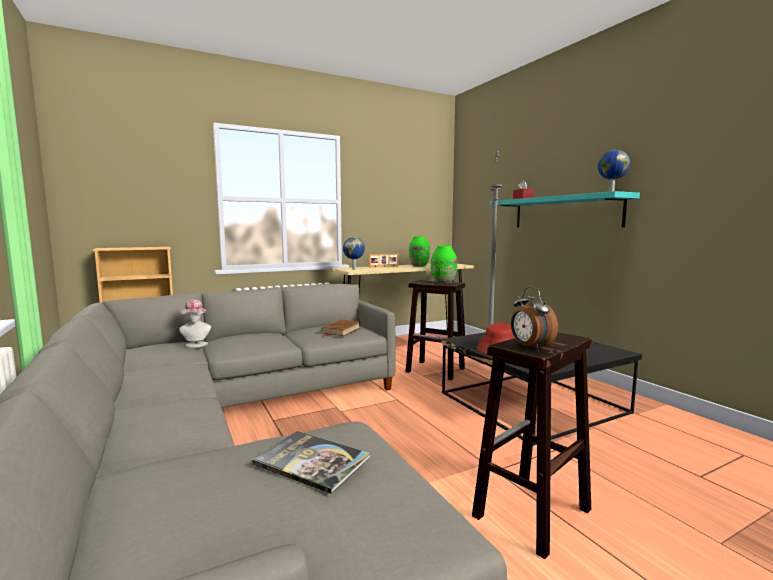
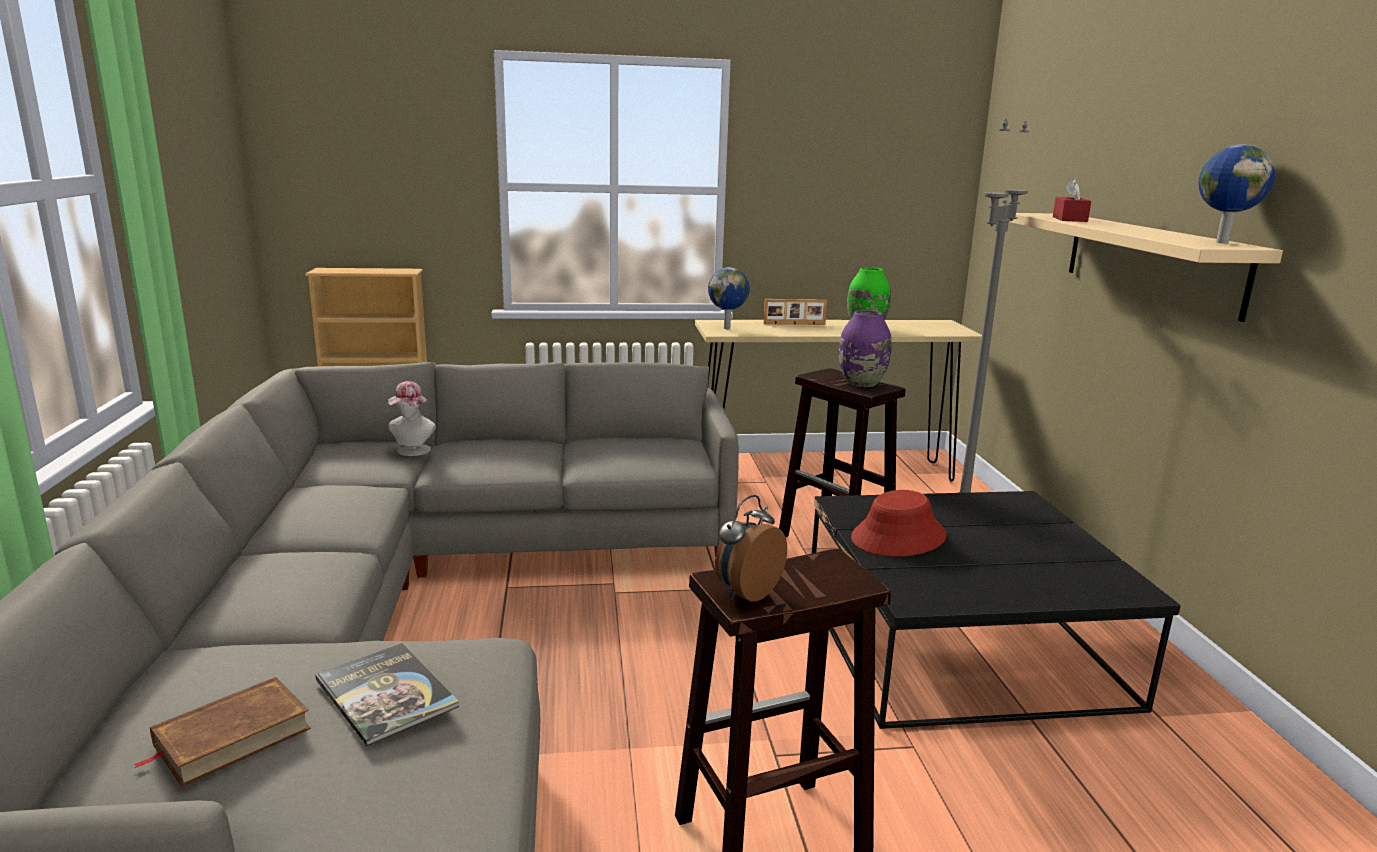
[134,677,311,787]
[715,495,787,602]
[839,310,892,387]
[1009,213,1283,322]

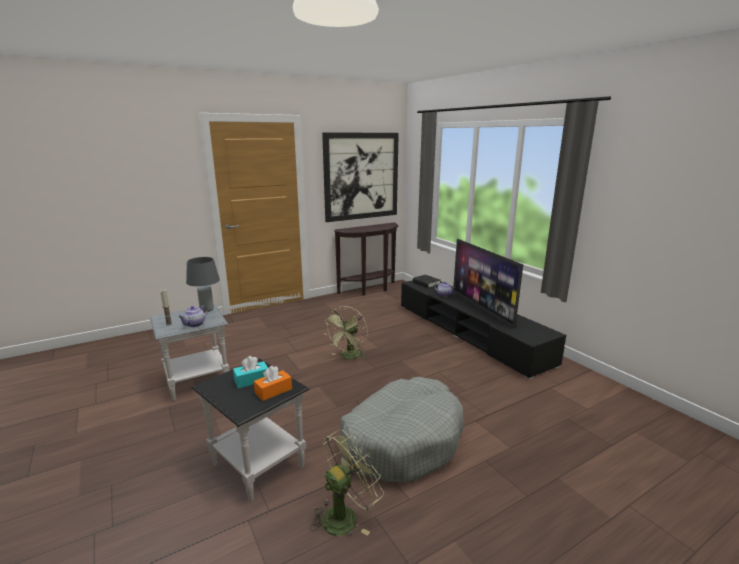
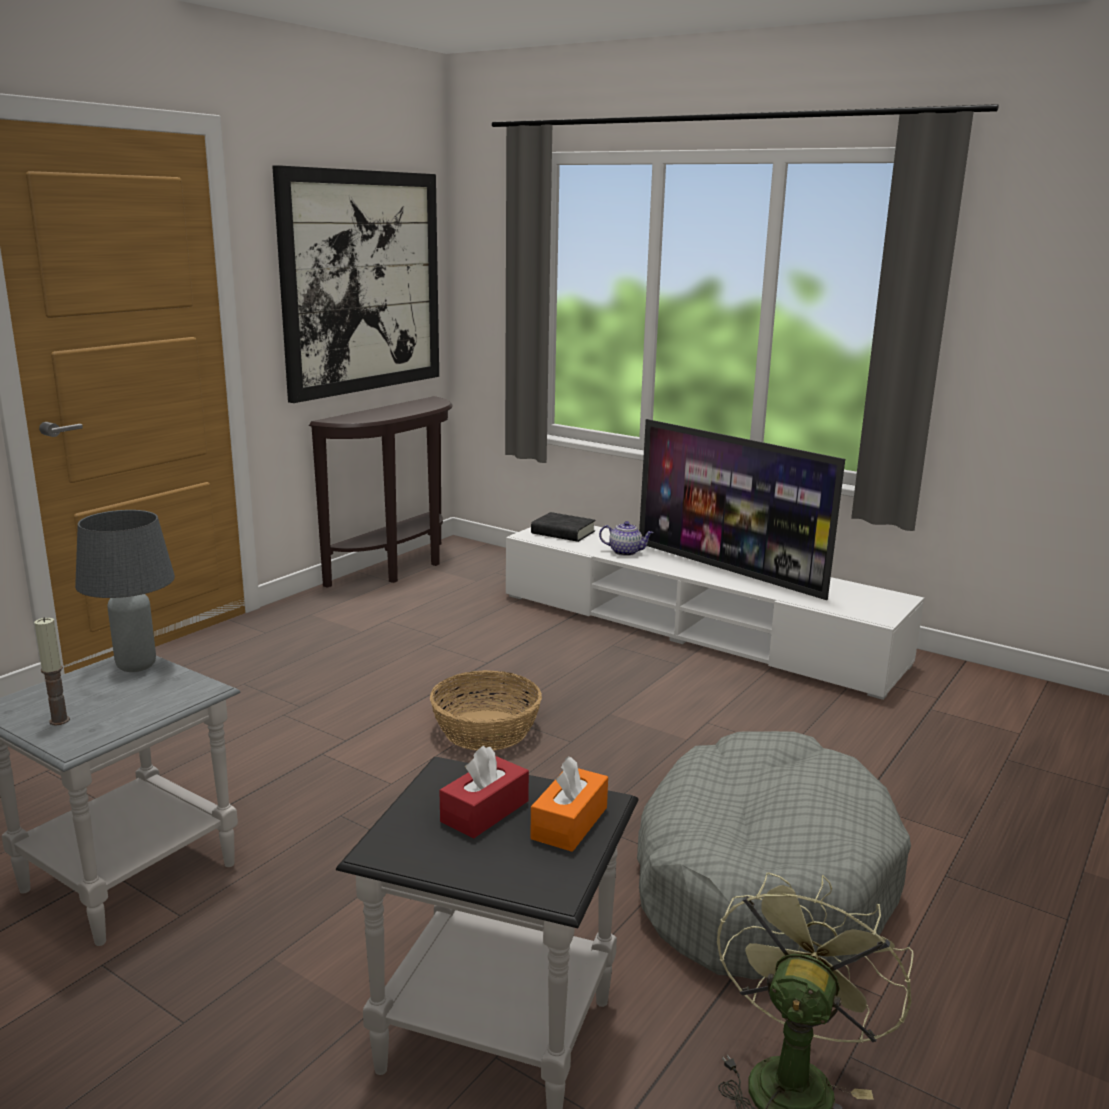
[430,670,542,751]
[439,745,529,839]
[506,526,924,700]
[178,305,208,327] (first image)

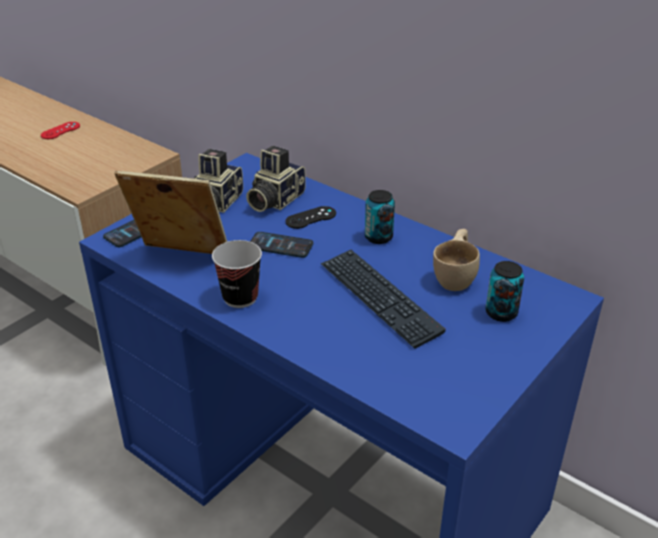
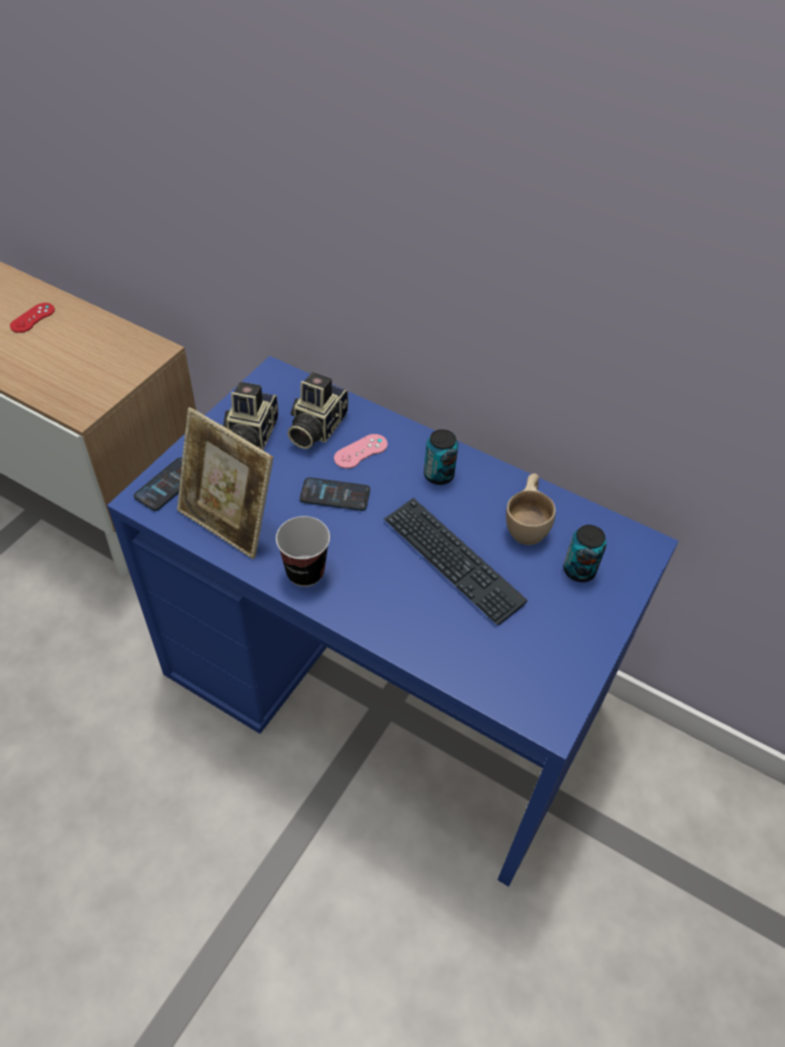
[177,407,273,559]
[334,434,388,469]

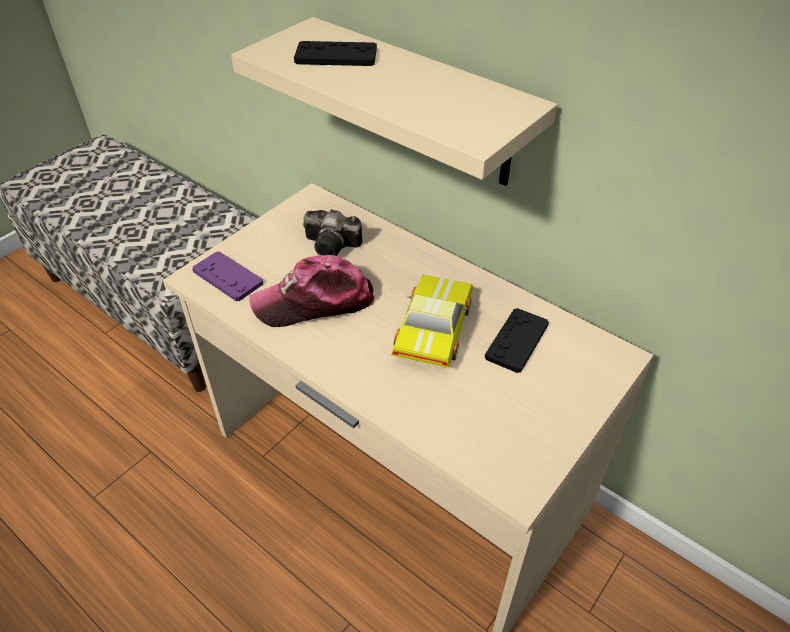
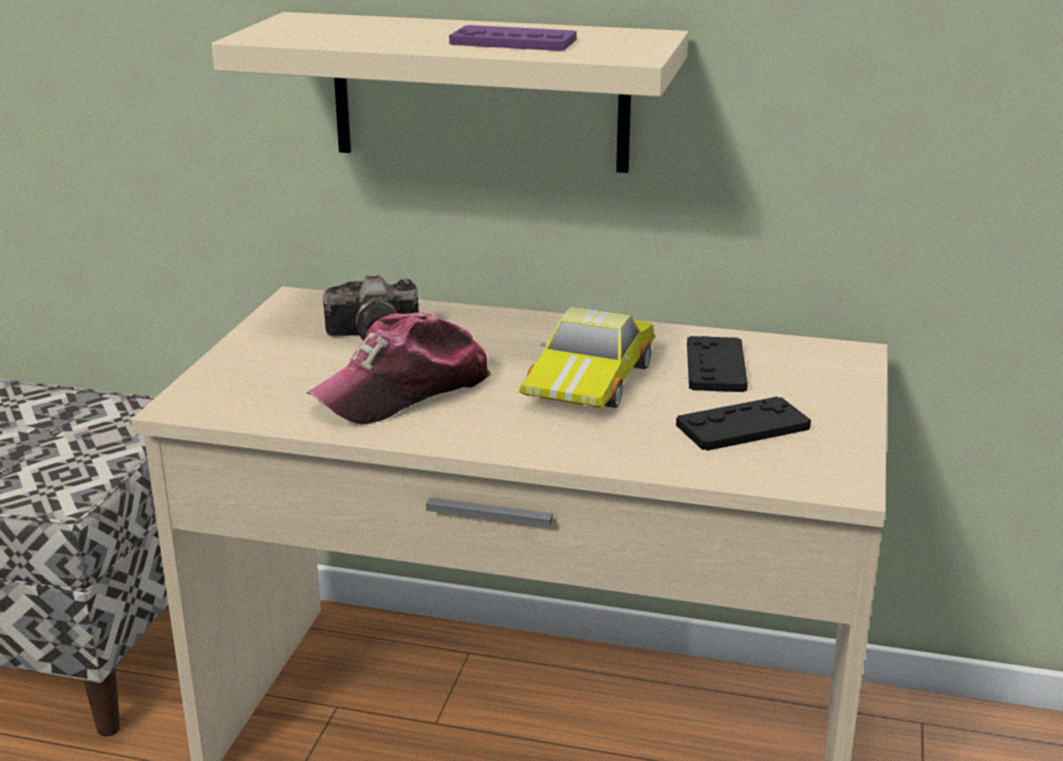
[449,25,577,51]
[519,307,655,408]
[676,396,811,451]

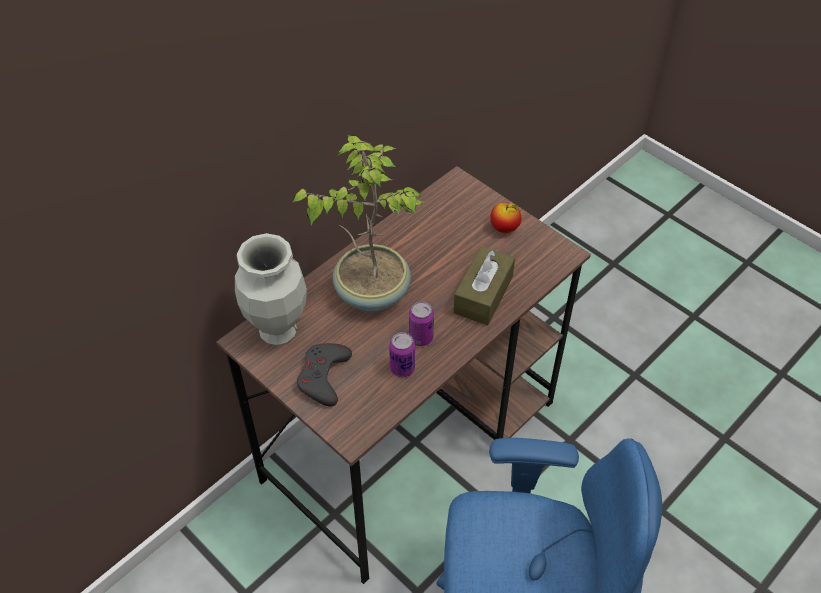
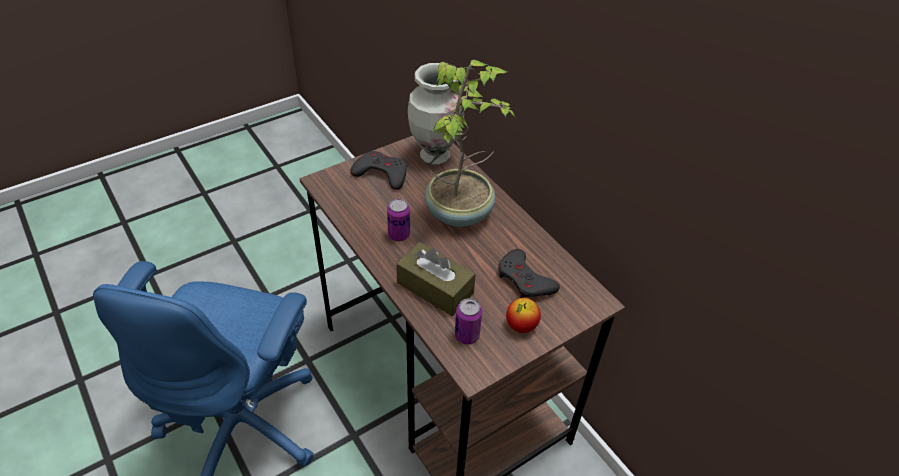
[455,298,482,345]
[498,249,560,298]

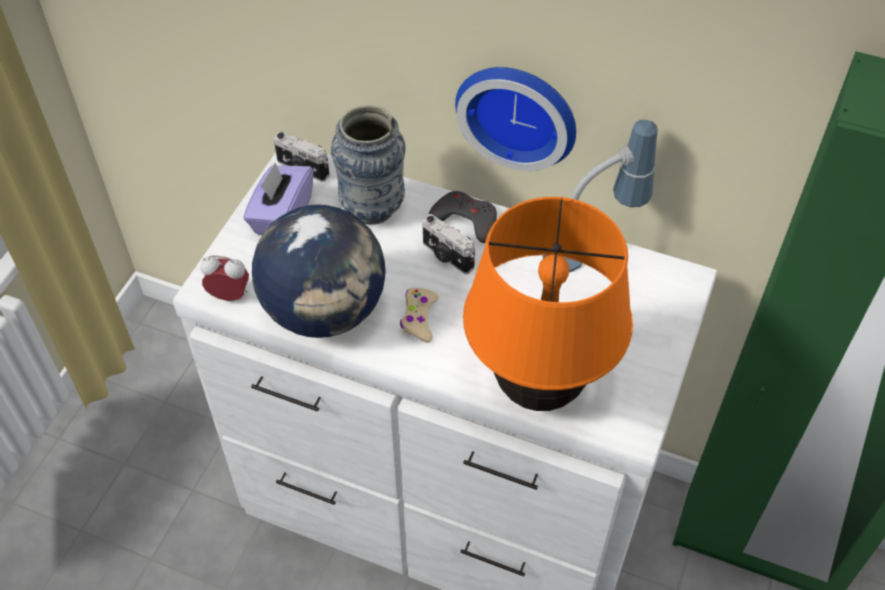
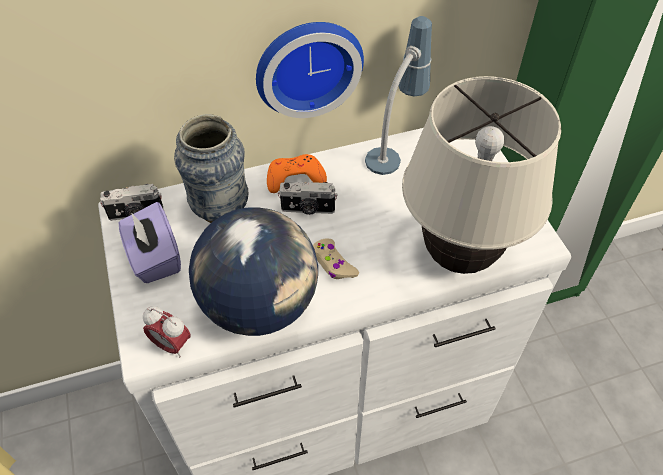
[143,306,191,357]
[267,154,327,193]
[402,76,561,274]

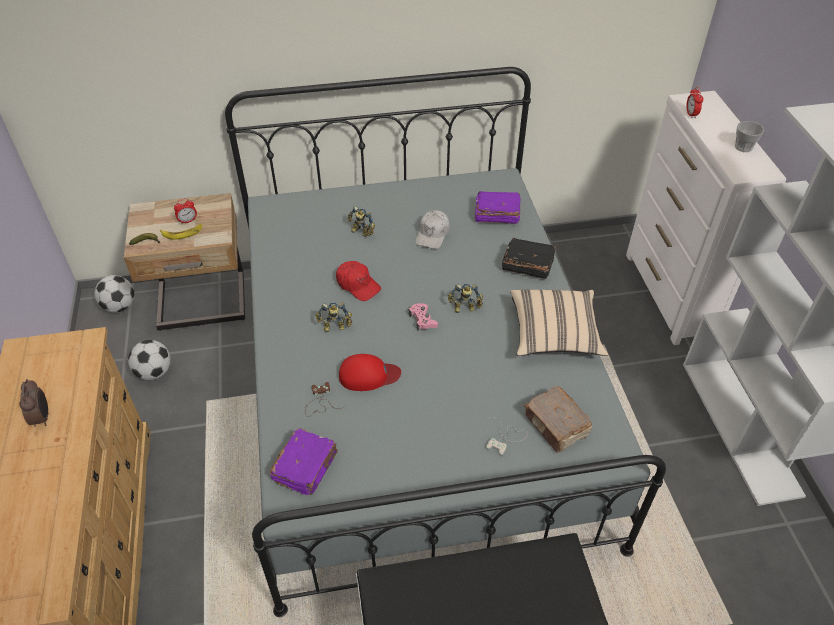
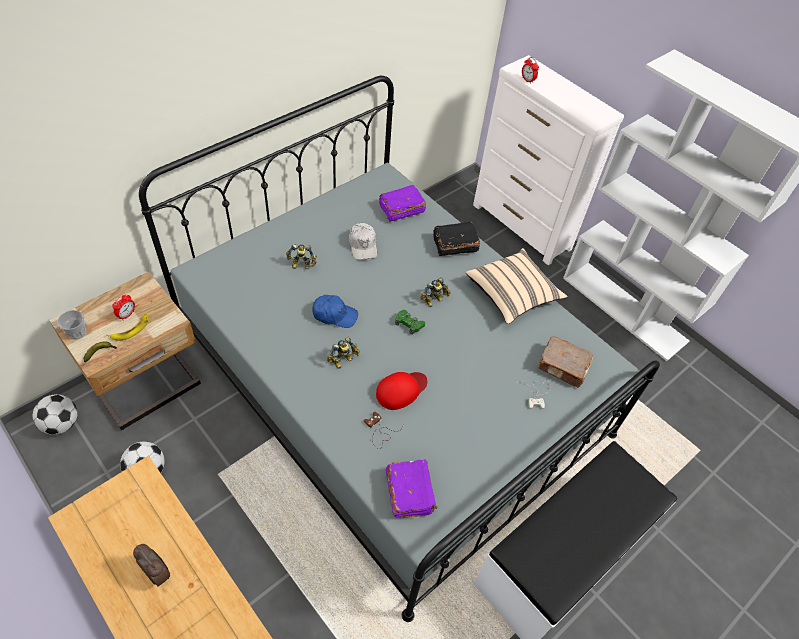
[57,310,86,340]
[312,295,358,328]
[395,310,425,335]

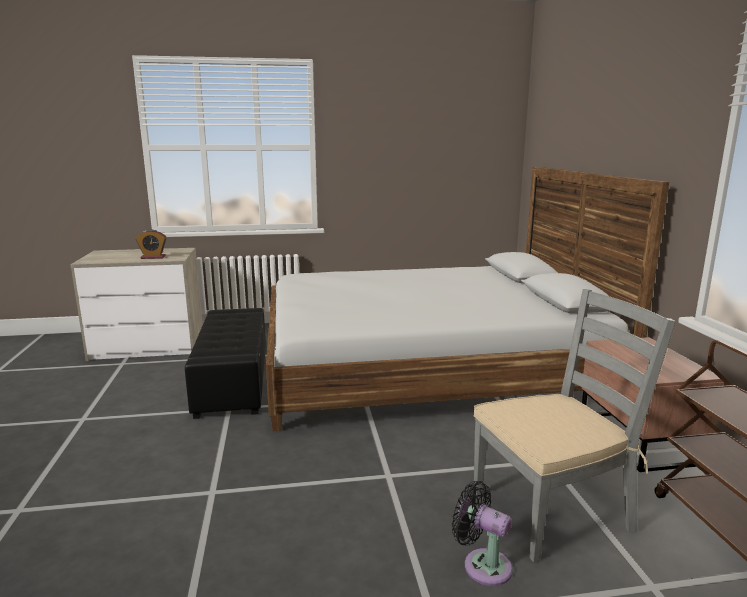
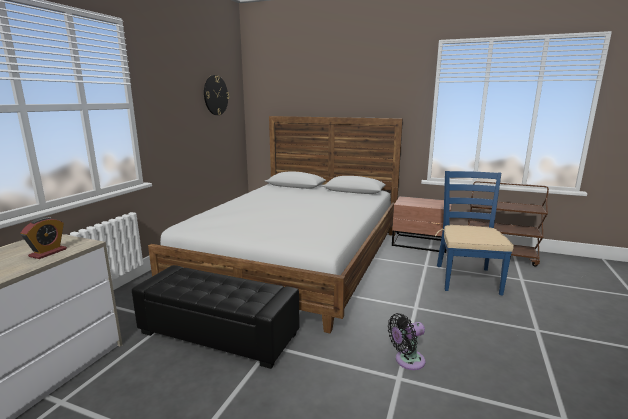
[204,75,229,115]
[388,313,425,370]
[435,171,514,296]

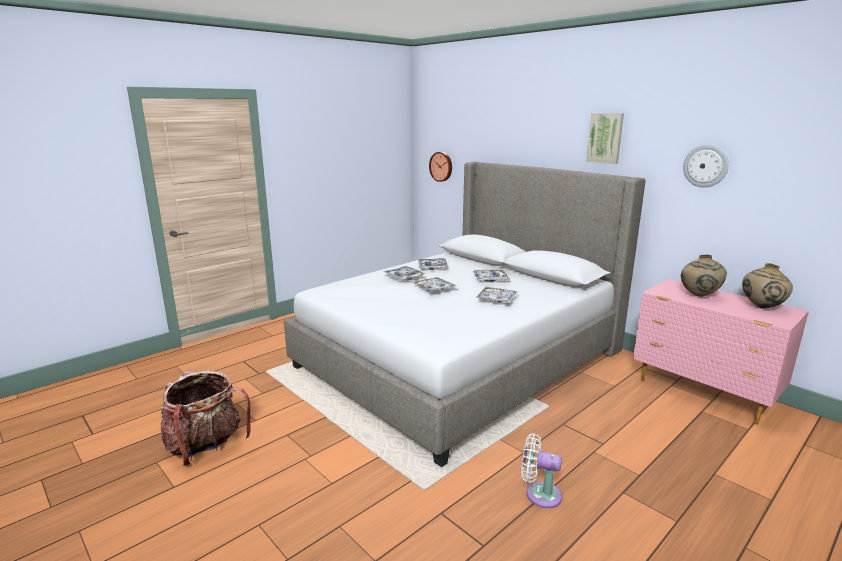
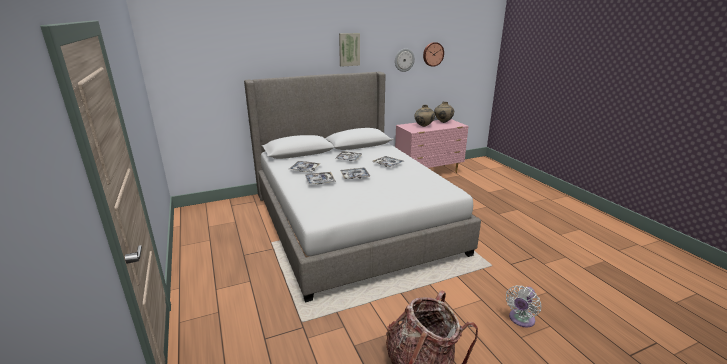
[423,42,444,67]
[506,285,541,327]

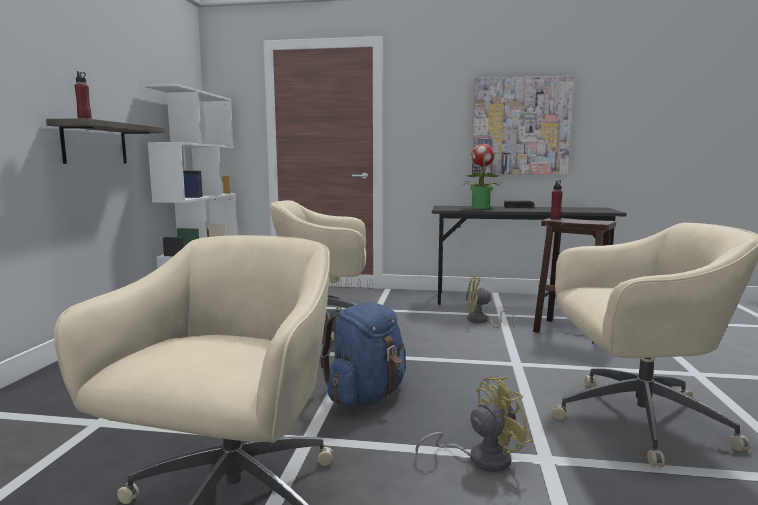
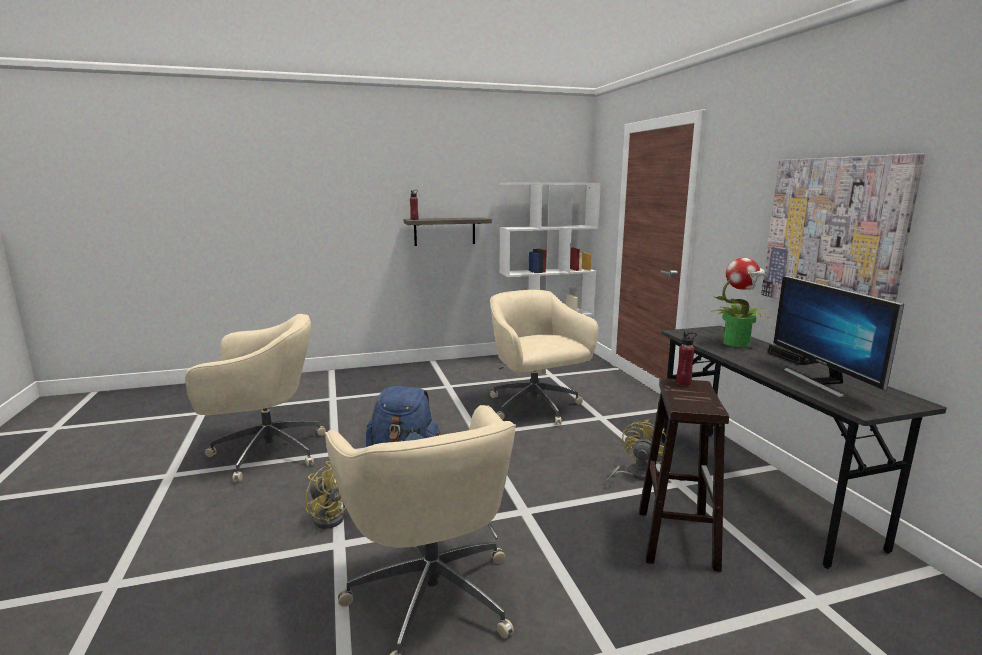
[605,419,666,485]
[773,276,904,398]

